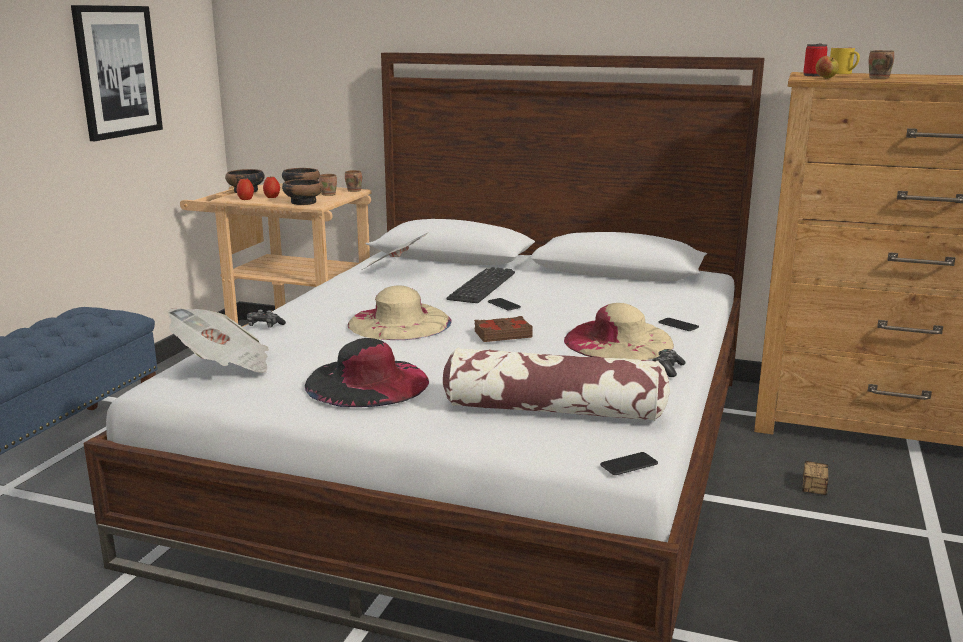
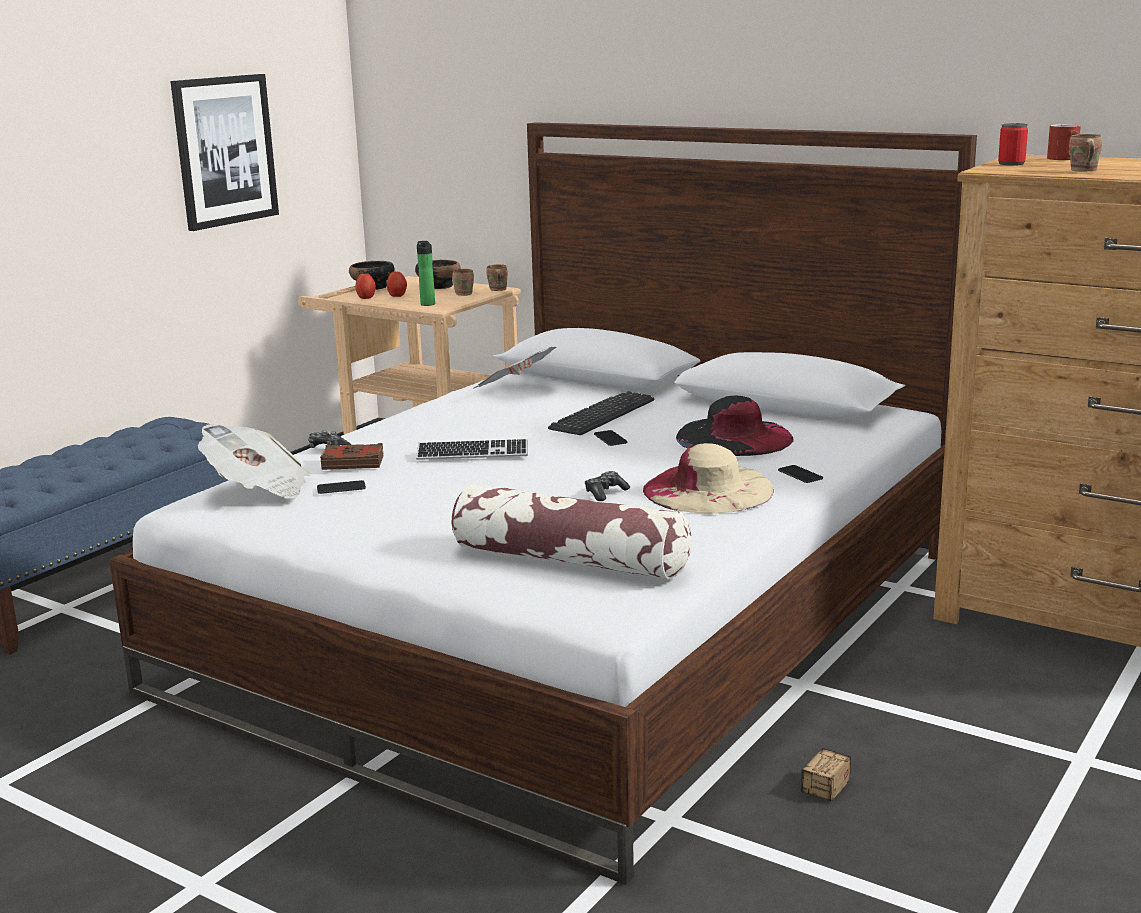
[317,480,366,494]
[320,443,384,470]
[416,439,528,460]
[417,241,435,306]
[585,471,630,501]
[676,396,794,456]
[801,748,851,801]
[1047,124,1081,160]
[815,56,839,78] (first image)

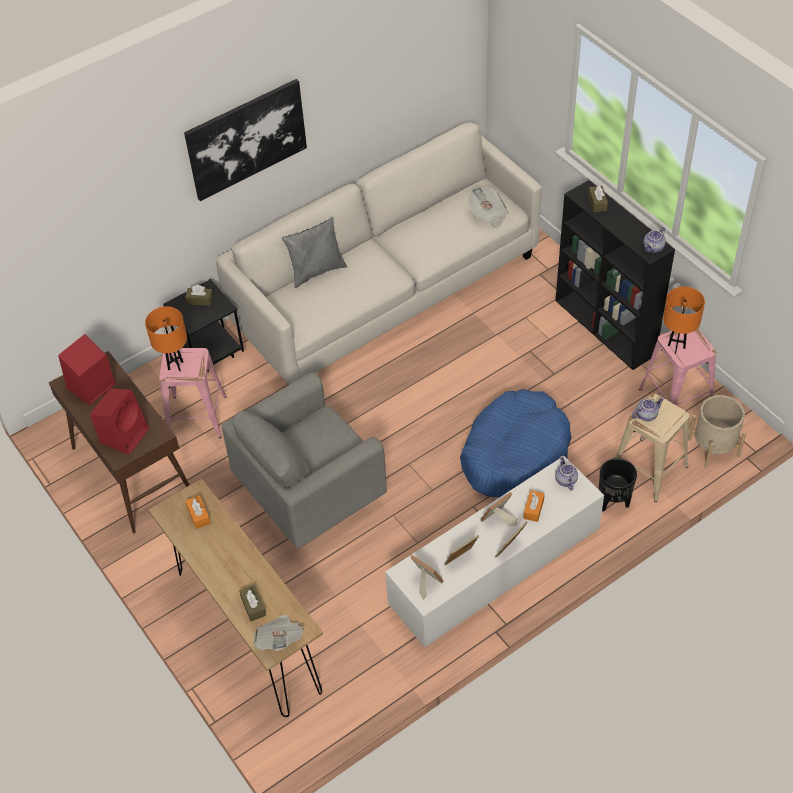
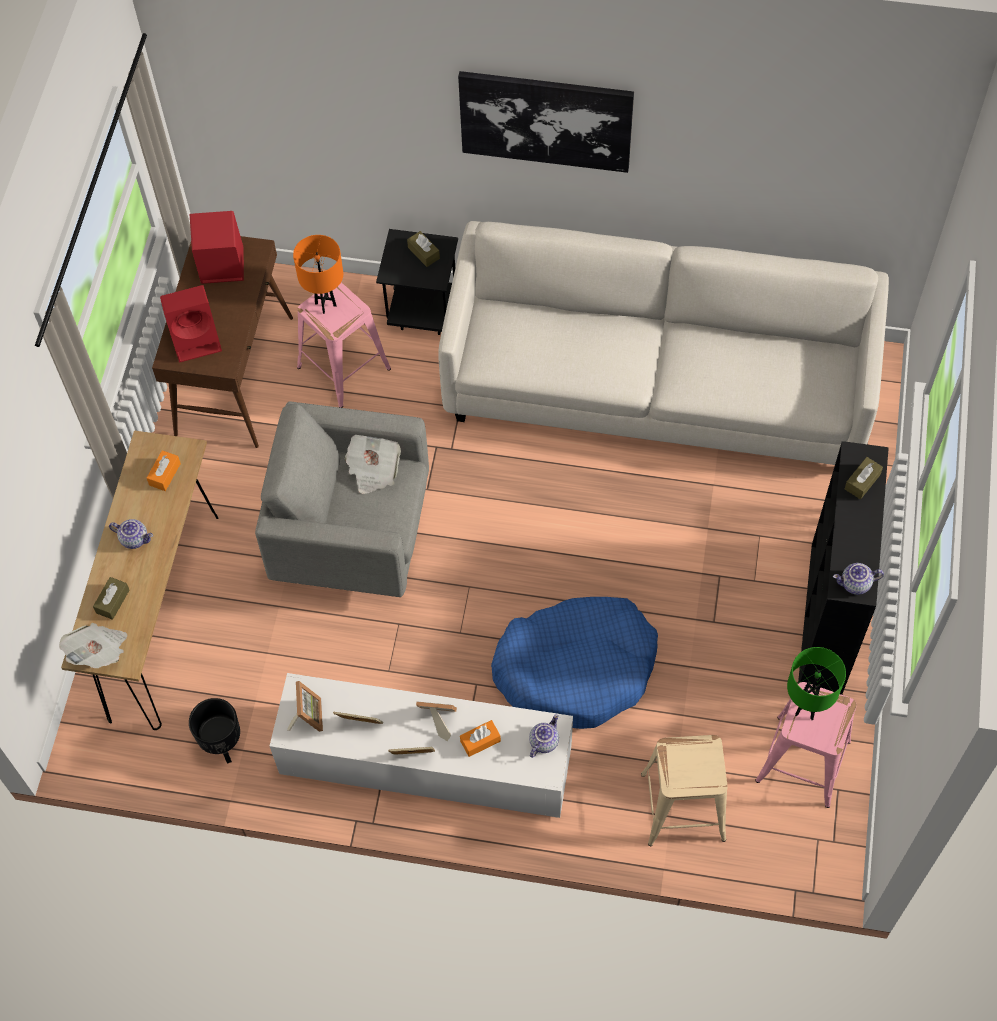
[109,519,153,549]
[189,698,240,764]
[345,435,401,494]
[787,647,846,720]
[282,218,347,288] (first image)
[688,395,747,468] (first image)

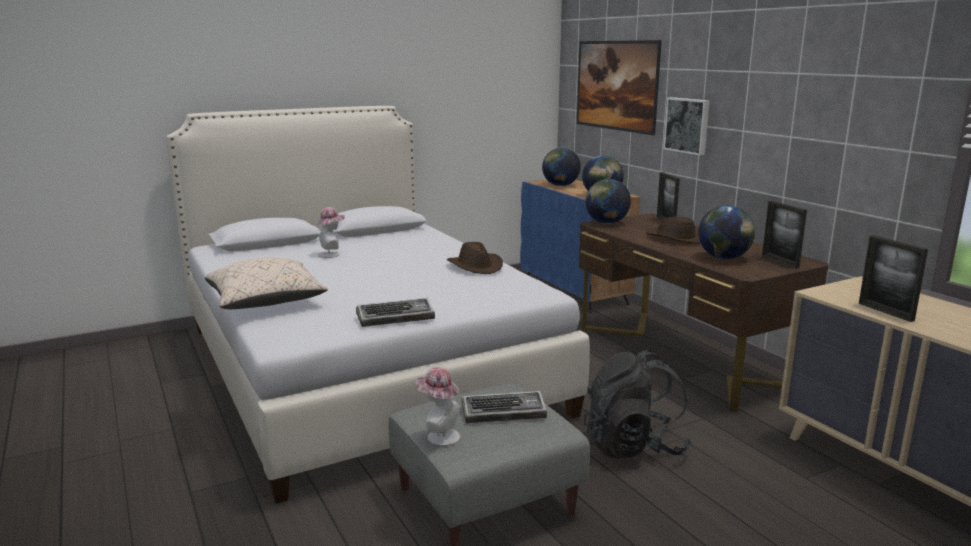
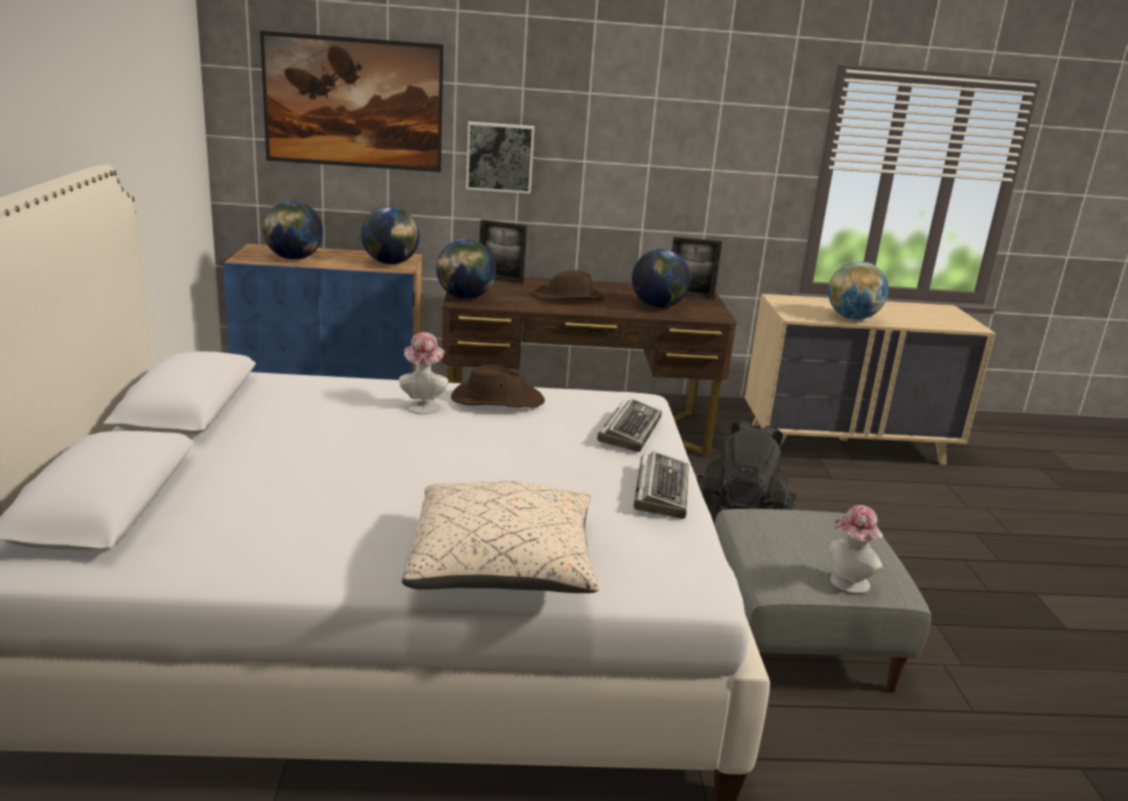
[399,332,448,414]
[597,398,662,452]
[828,261,889,320]

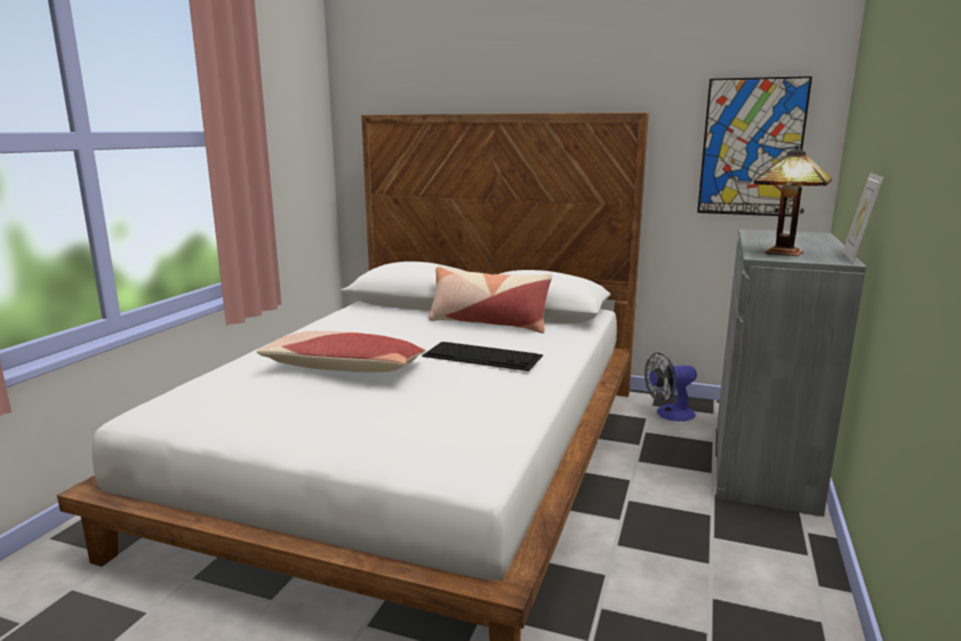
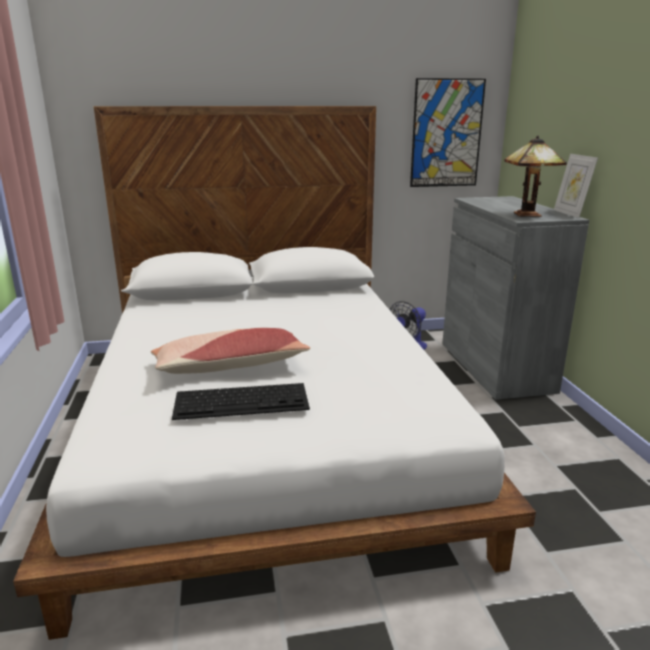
[172,383,310,420]
[428,267,552,333] (first image)

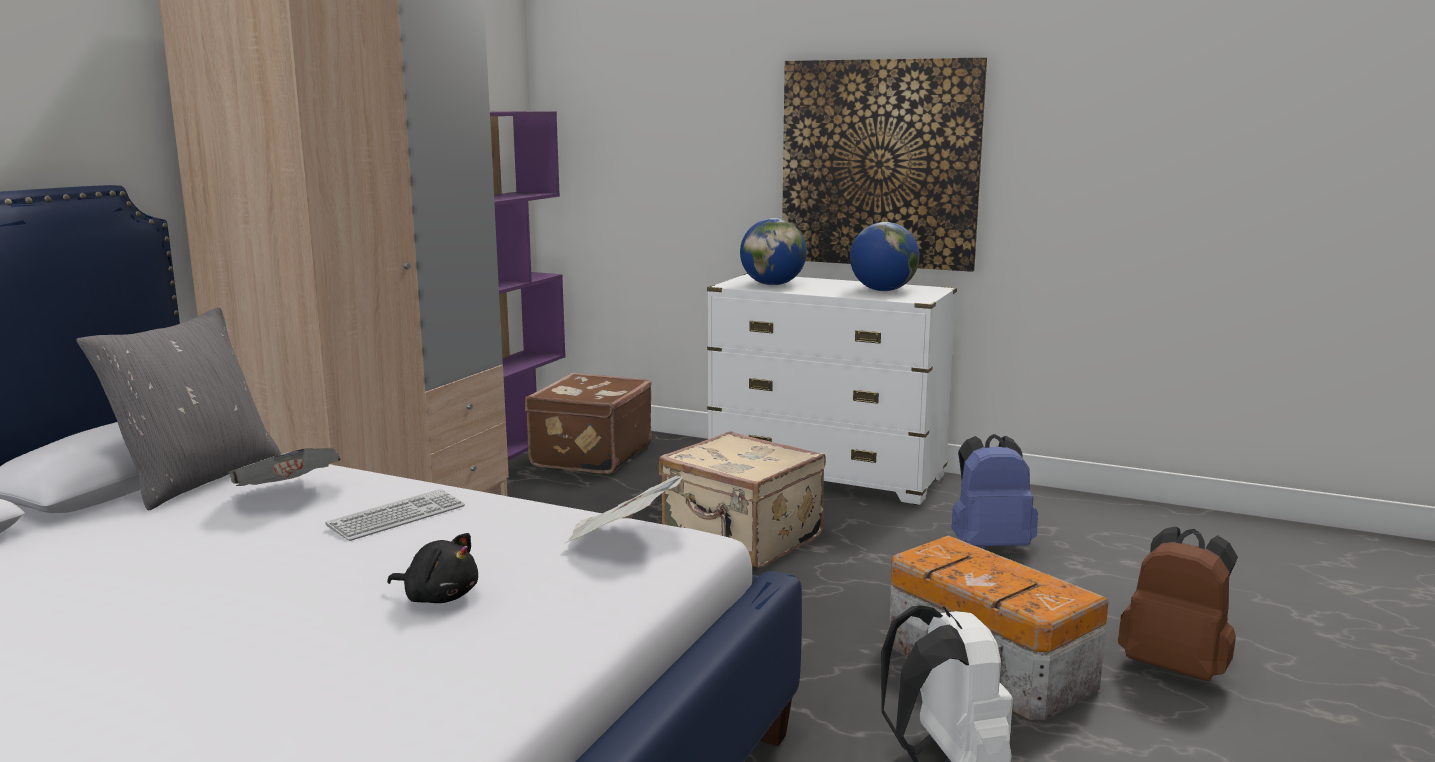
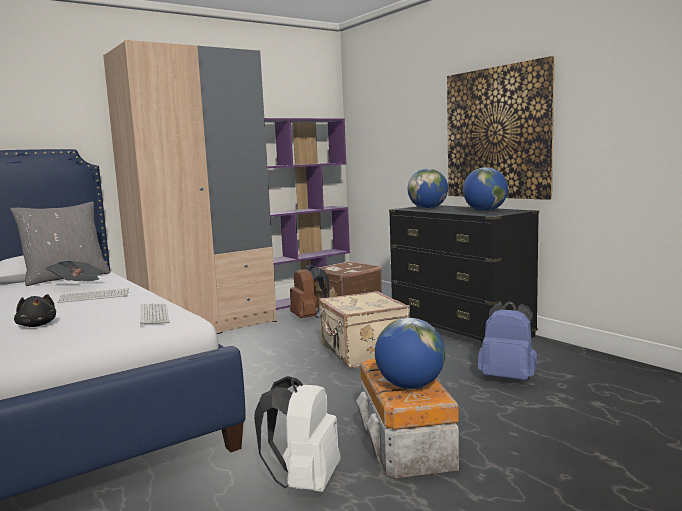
[140,304,169,325]
[290,264,329,318]
[375,318,445,389]
[389,205,539,344]

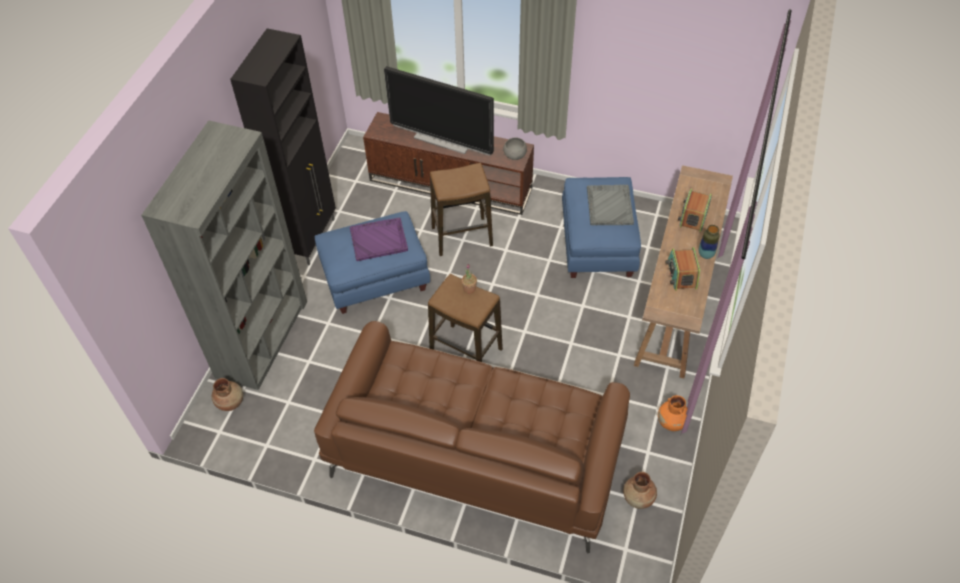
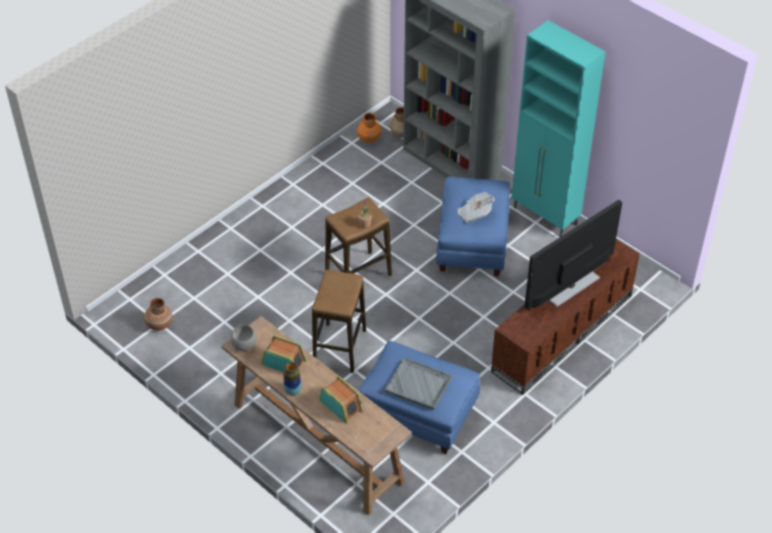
[231,325,257,351]
[312,270,366,373]
[357,113,381,143]
[457,192,495,223]
[512,20,606,237]
[314,321,630,553] (first image)

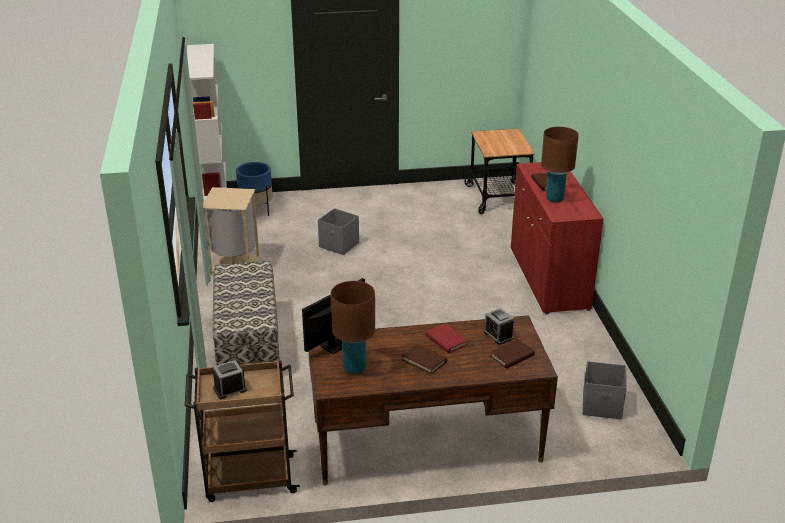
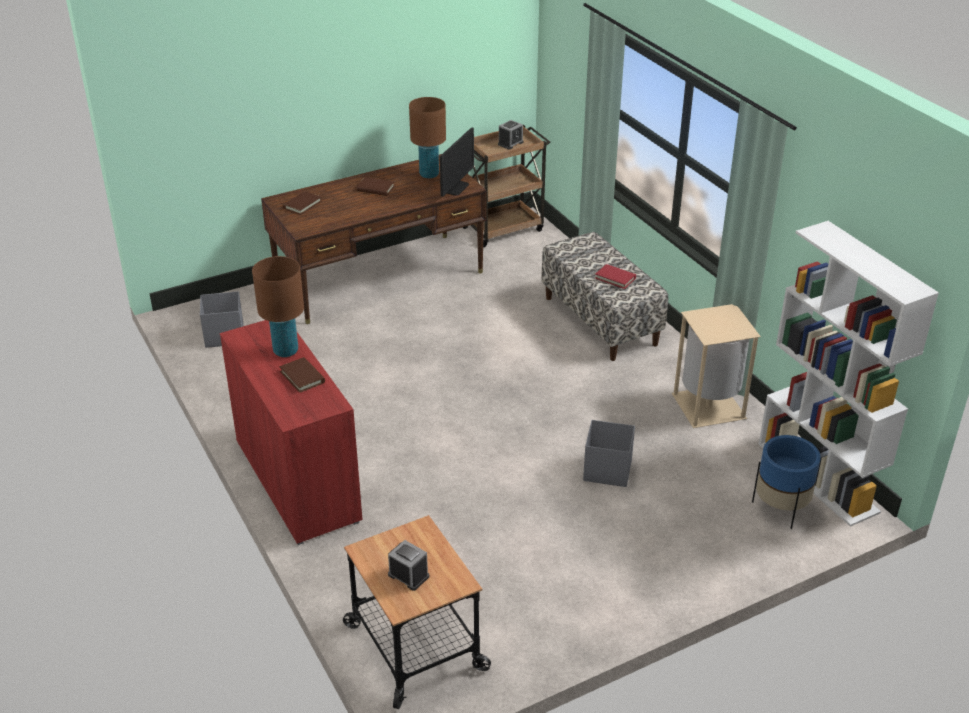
[388,540,429,591]
[595,264,636,289]

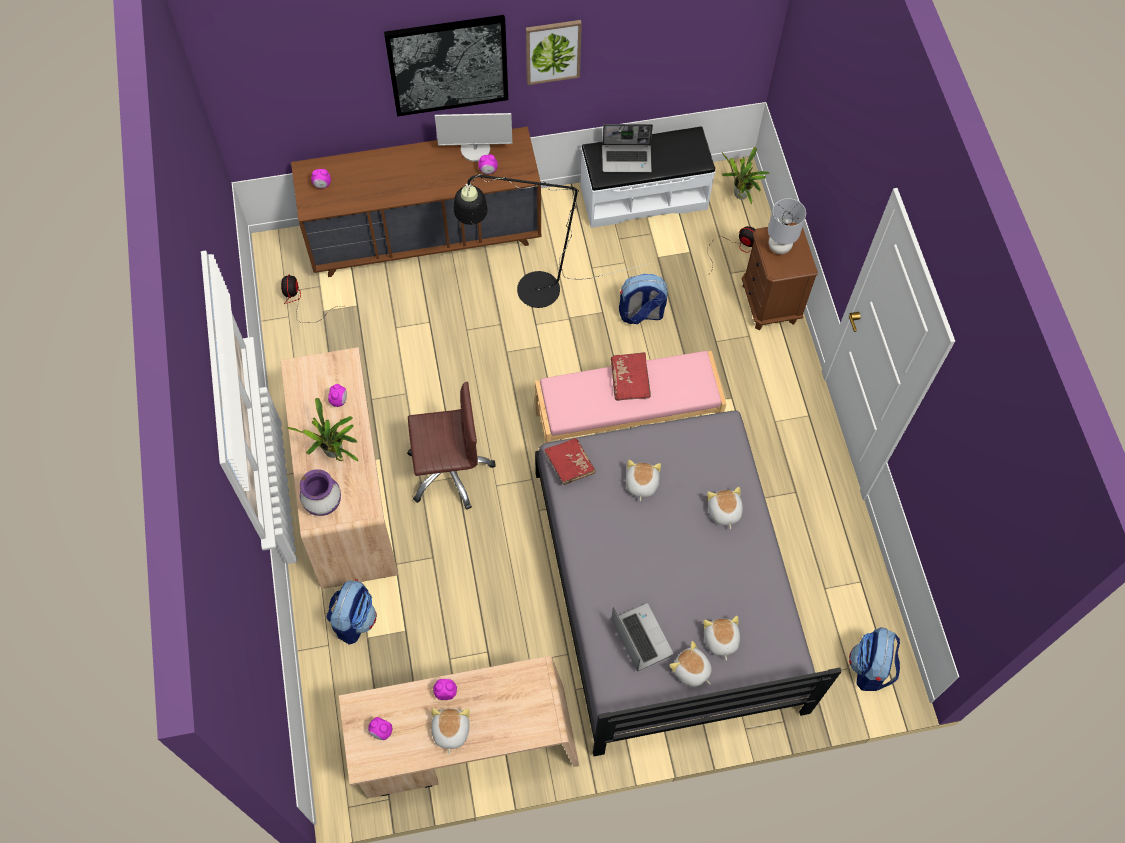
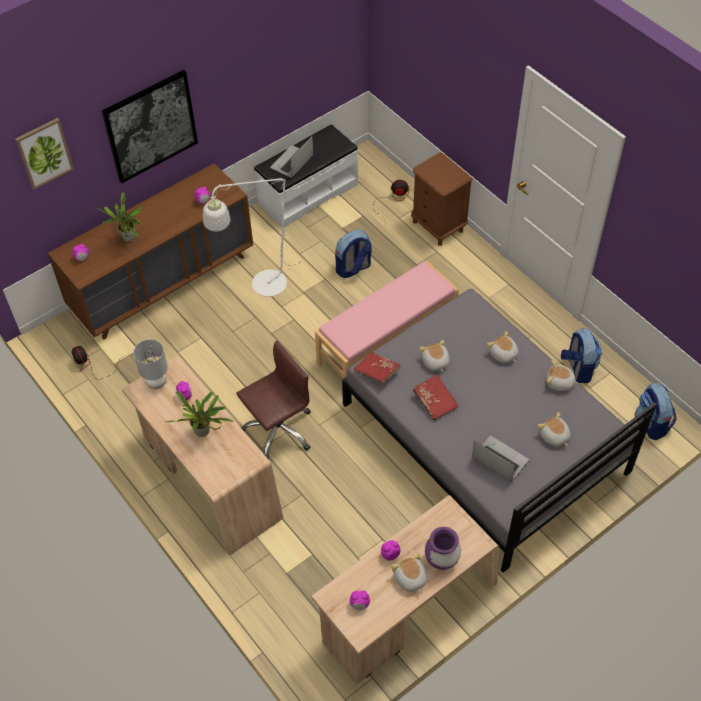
[15,118,74,190]
[96,193,143,241]
[133,339,168,389]
[203,178,340,297]
[270,136,314,178]
[413,374,459,421]
[425,527,461,570]
[547,361,579,391]
[561,328,602,383]
[435,113,512,162] (first image)

